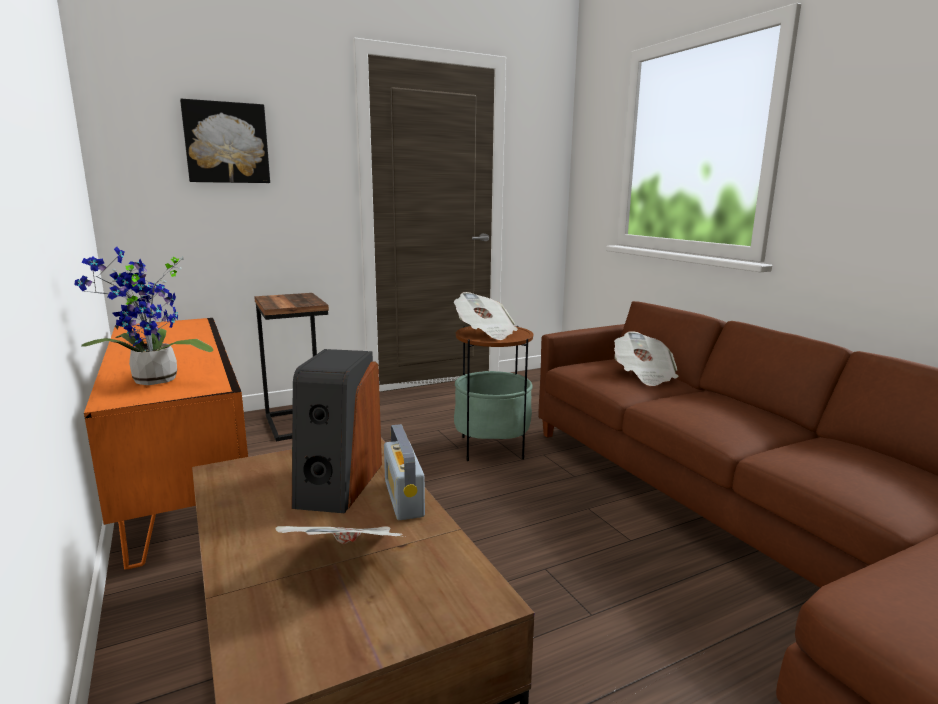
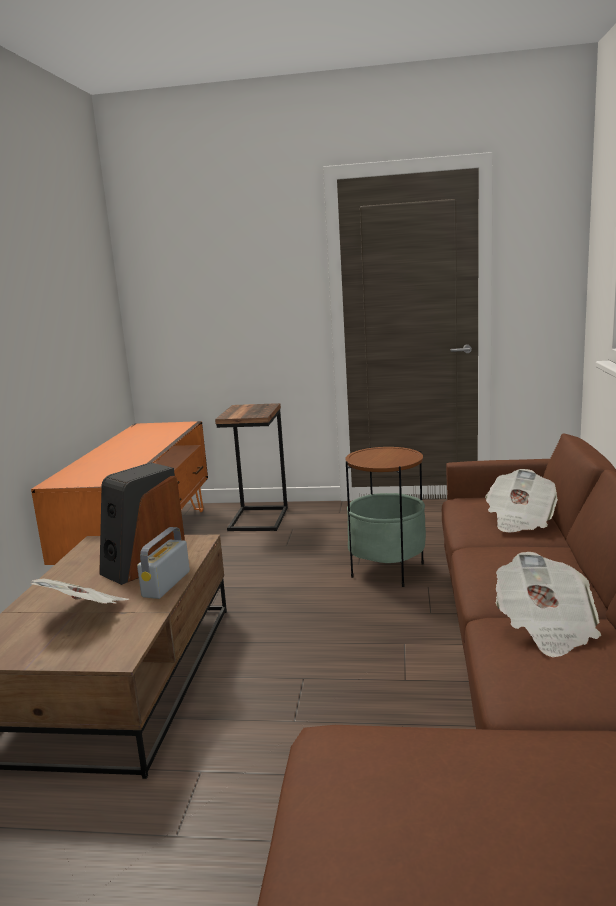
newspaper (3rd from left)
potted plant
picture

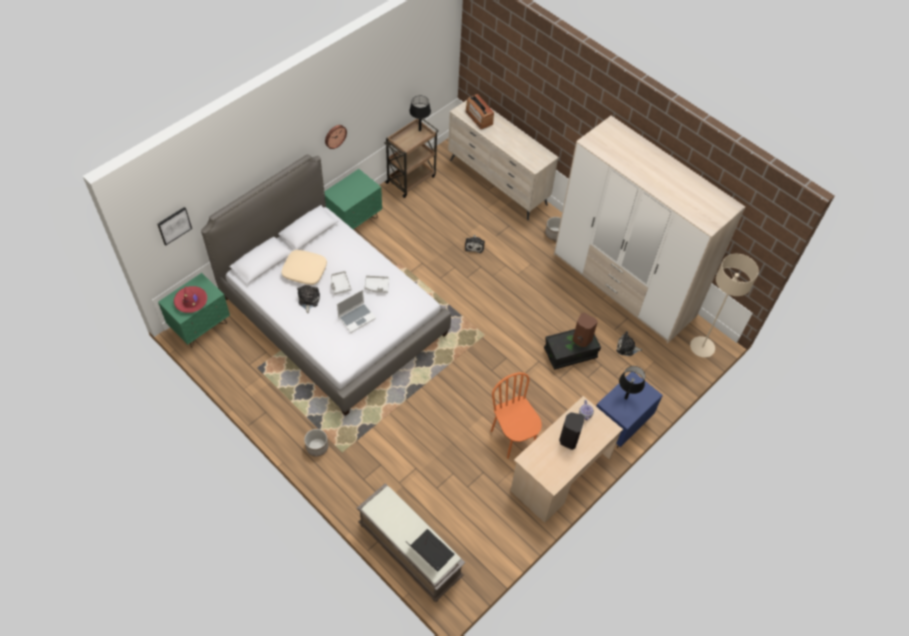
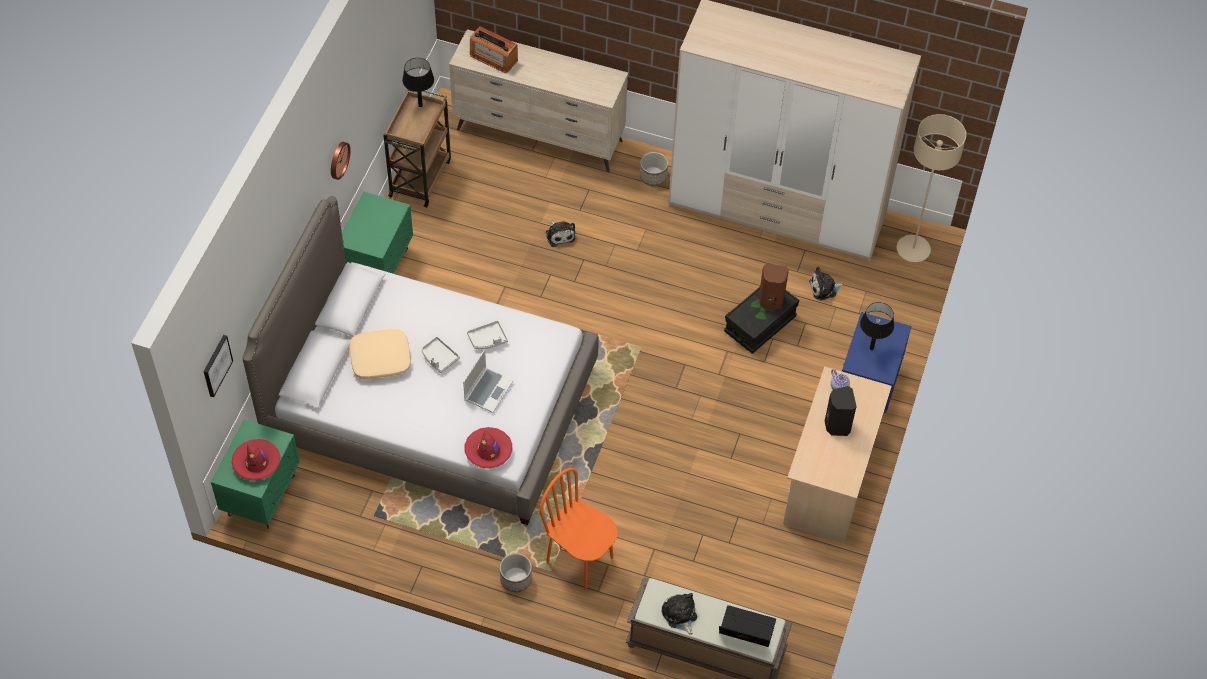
hat (red) (2nd from left)
chair (orange)
plush toy (2nd from left)

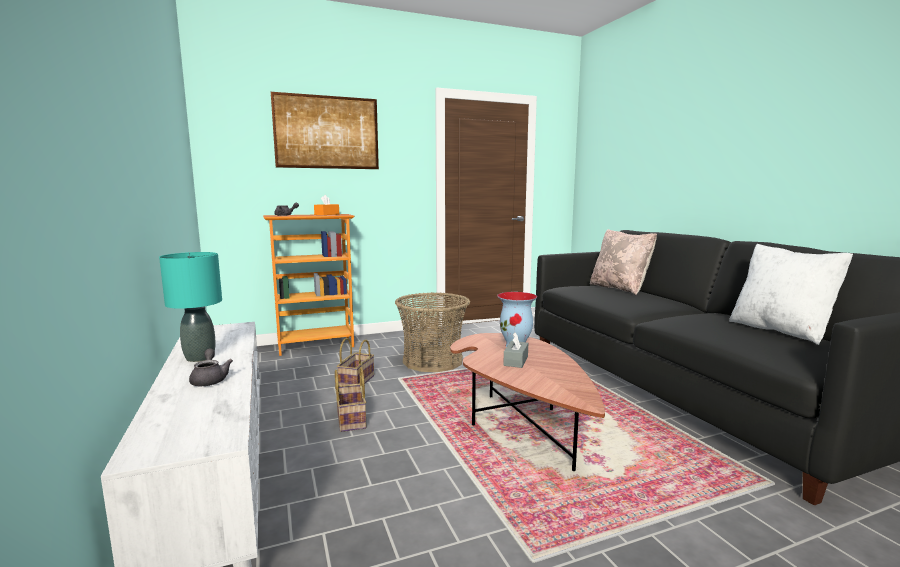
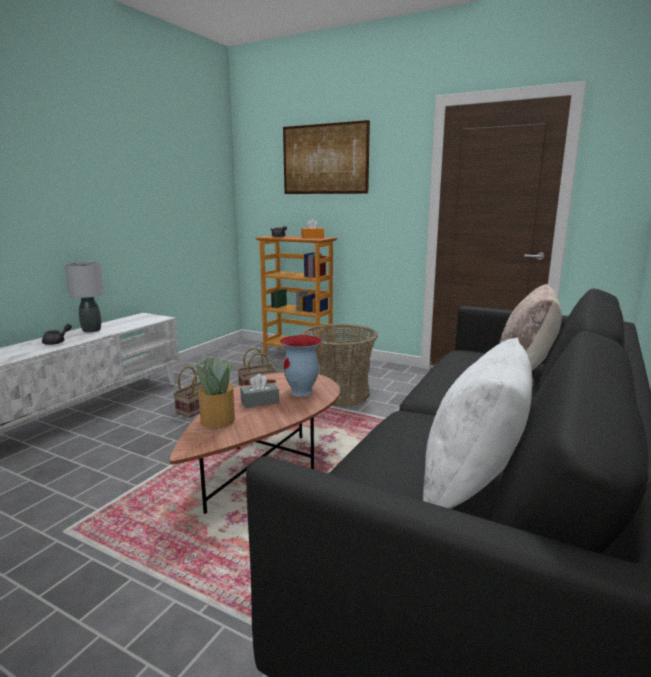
table lamp (grey)
potted plant

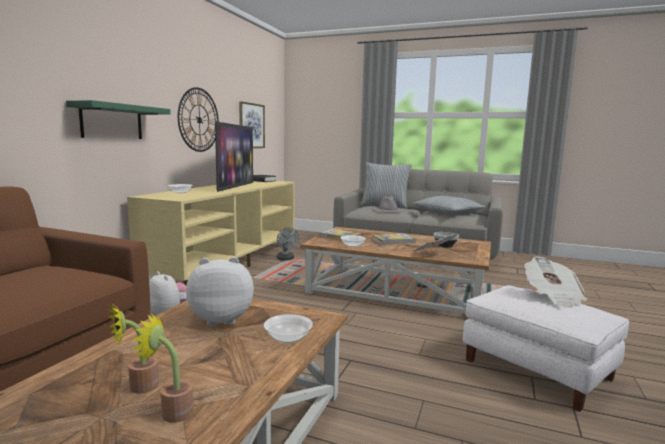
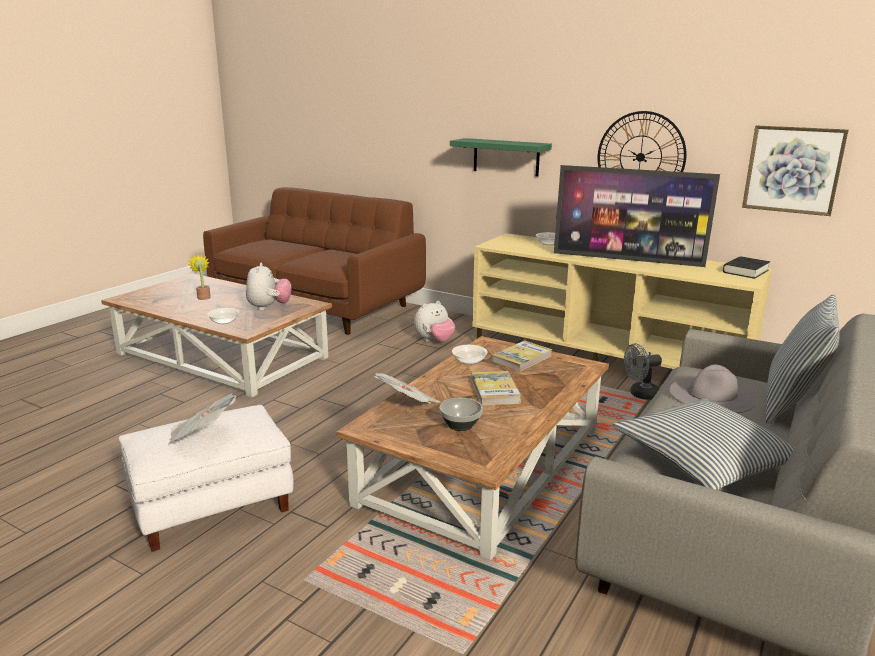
potted plant (2nd from left in the first image)

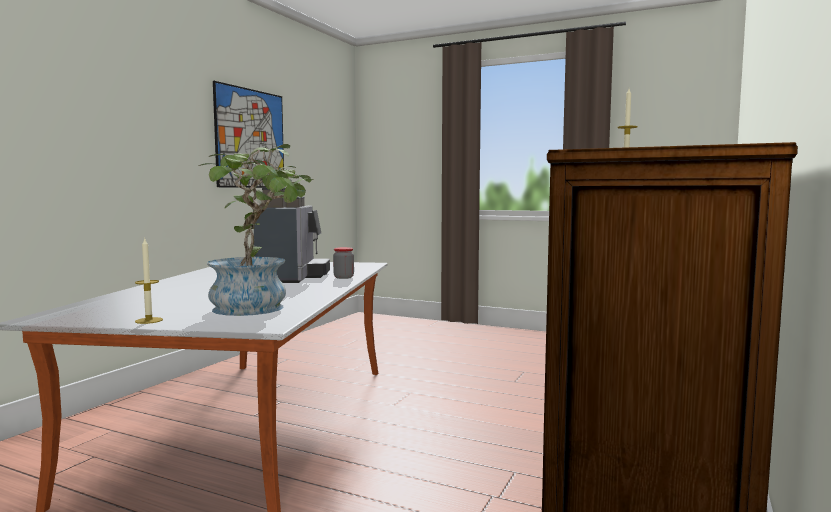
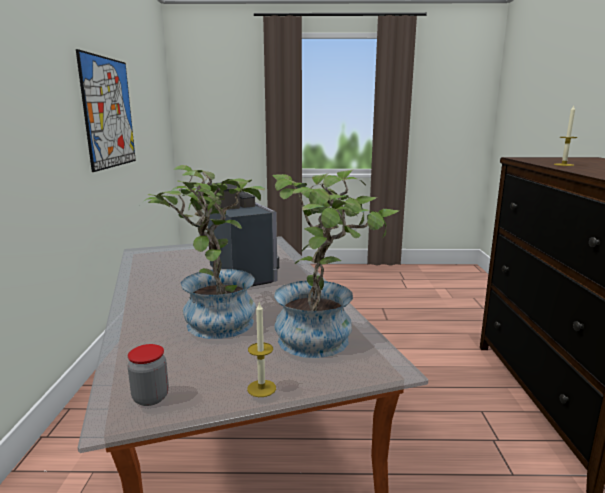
jar
potted plant (1st from left)

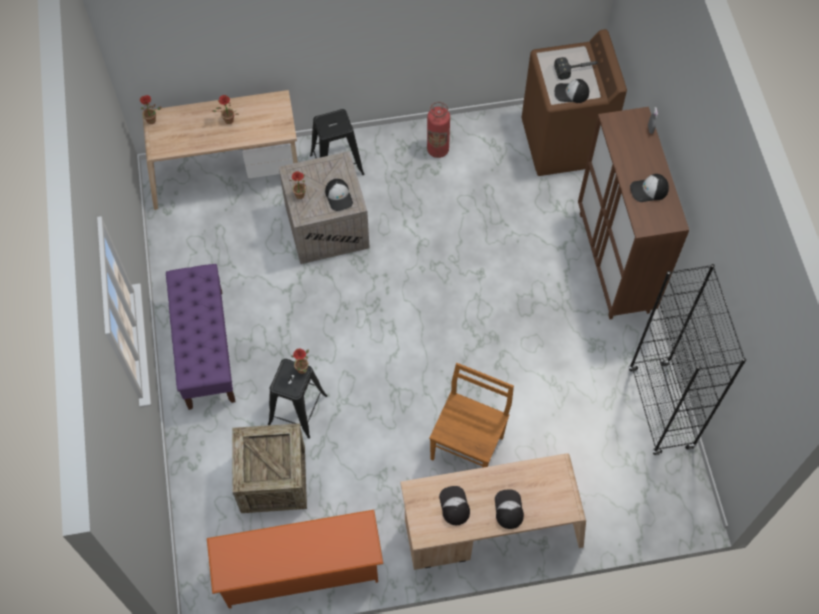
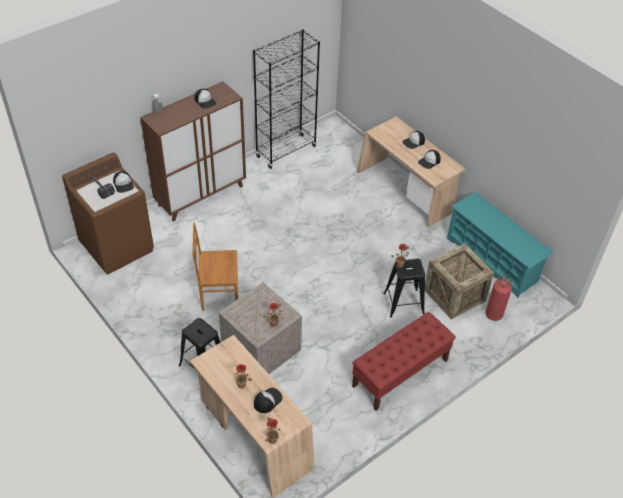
chair (brown)
cap (3rd from left)
bench (red)
shoe rack (turquoise)
fire extinguisher

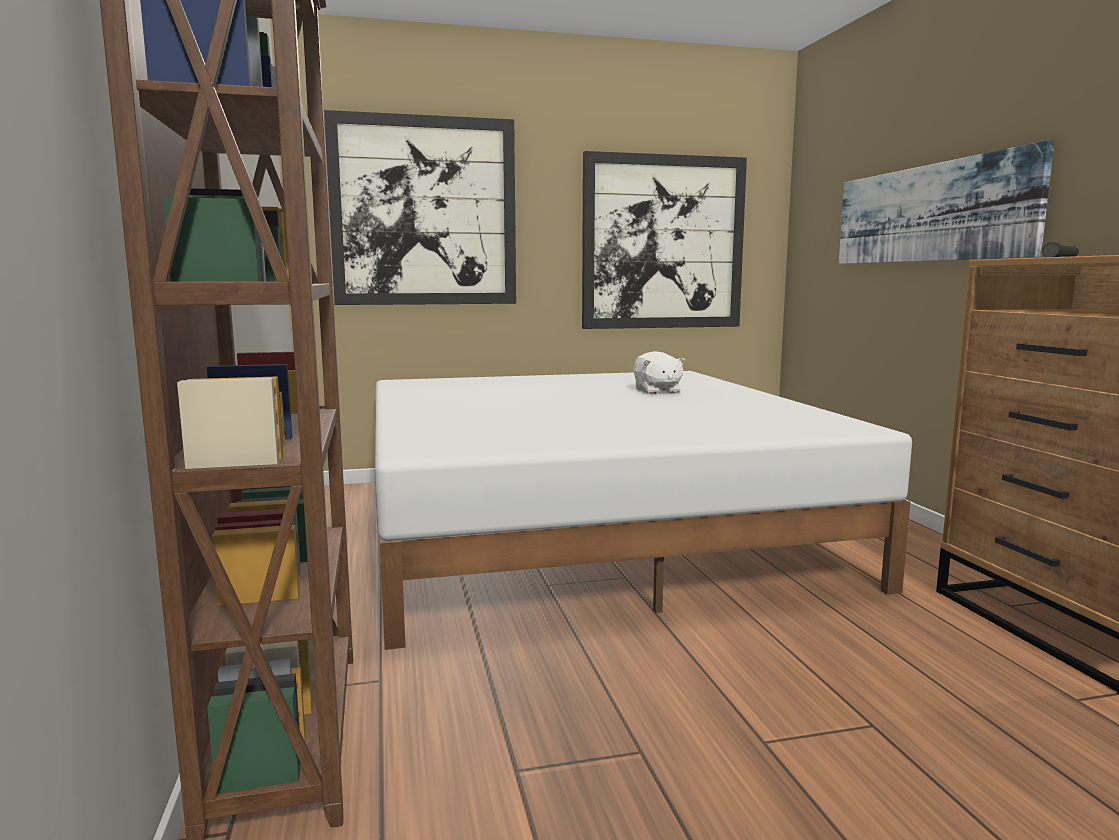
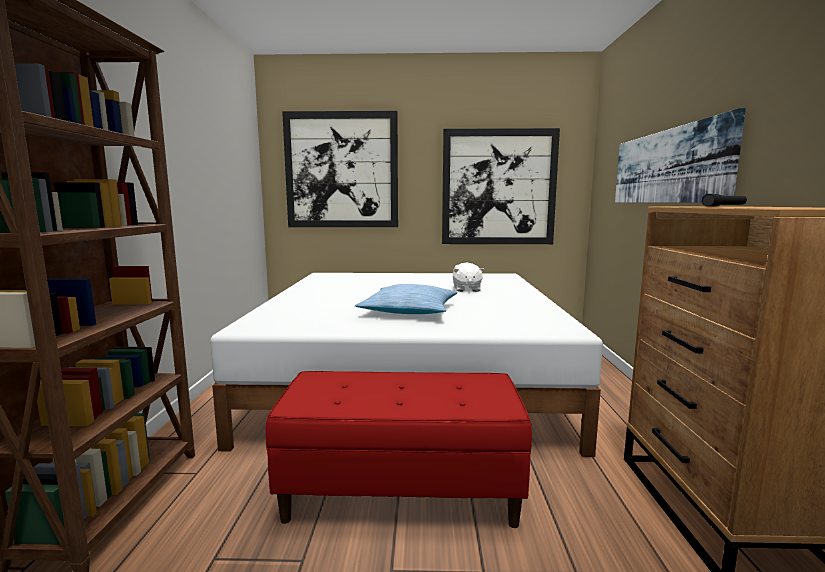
bench (red)
pillow

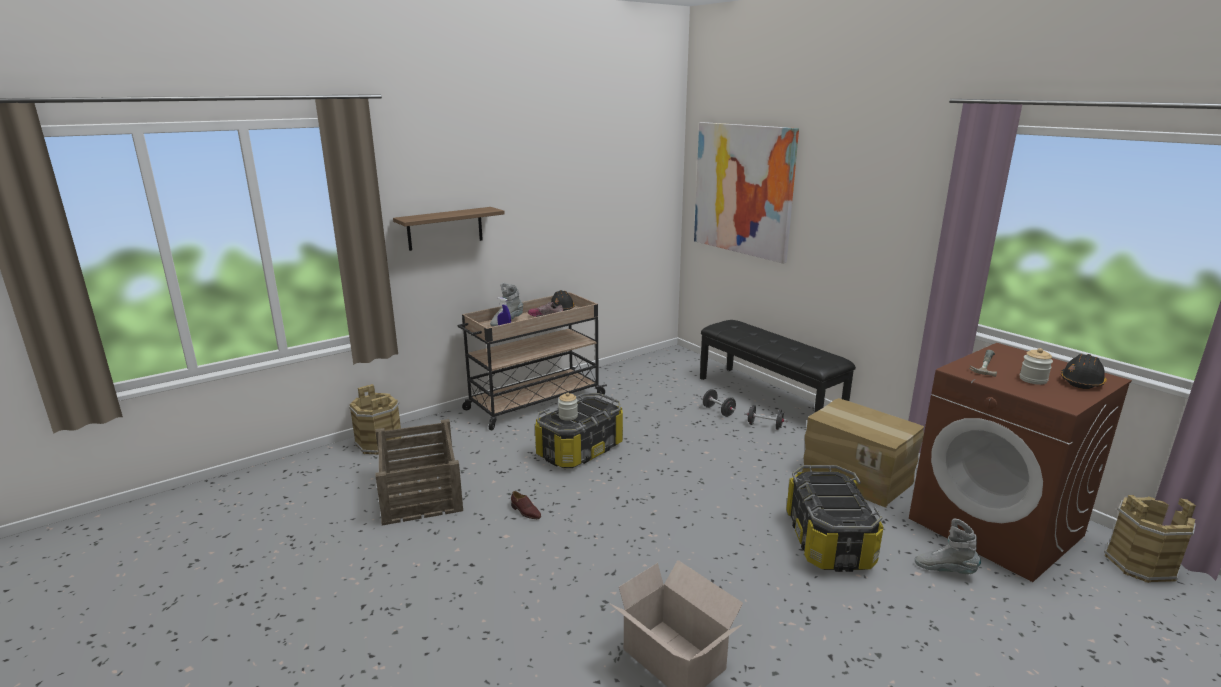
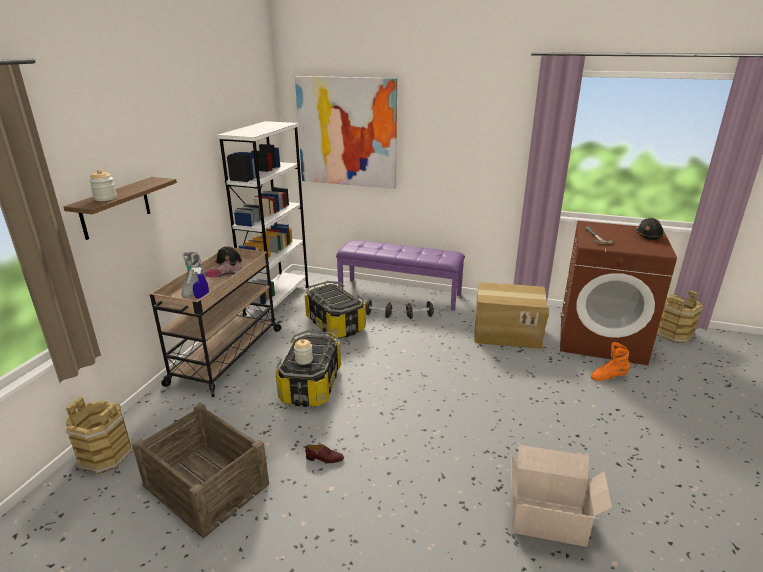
jar (1st from left)
bookcase (white)
storage box (2nd from left)
bench (purple)
boot (orange)

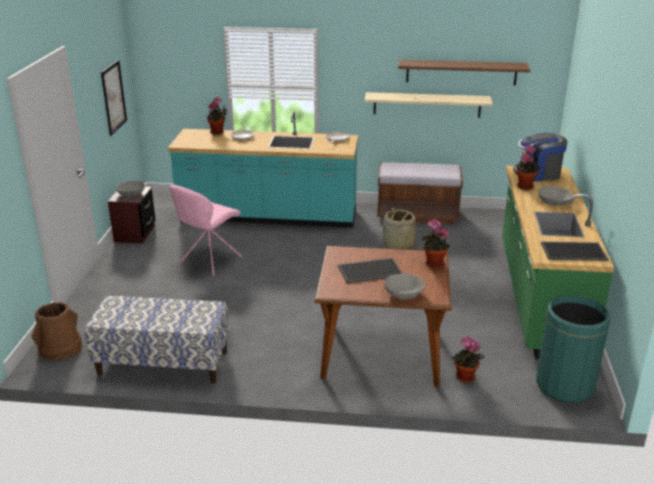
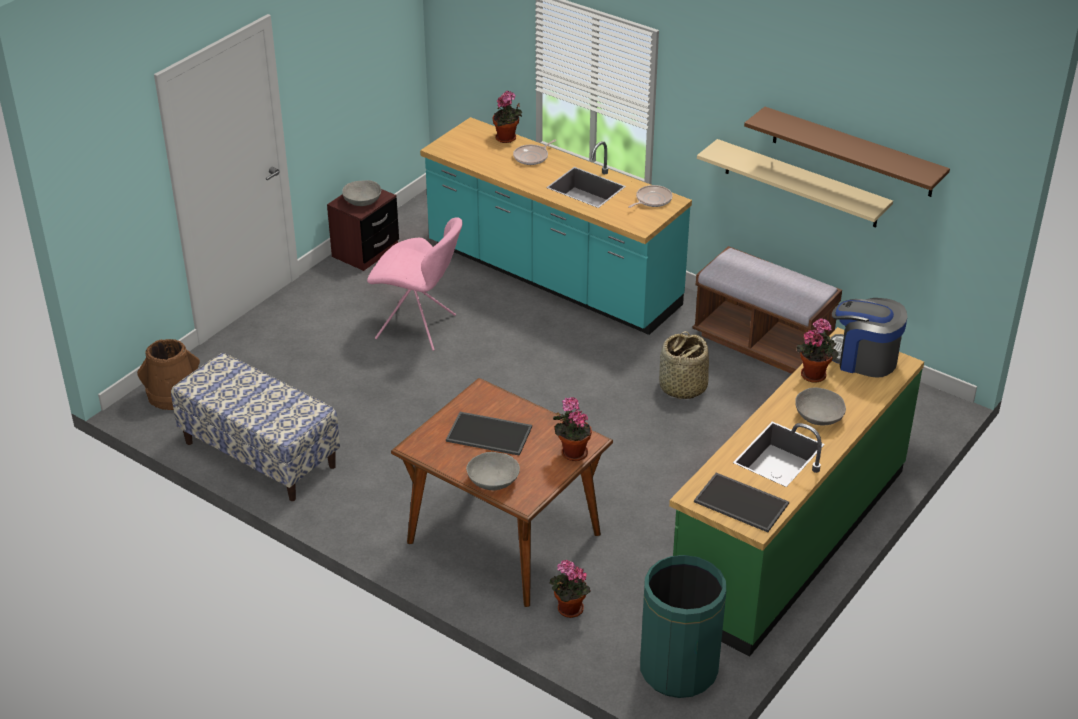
chair (pink)
picture

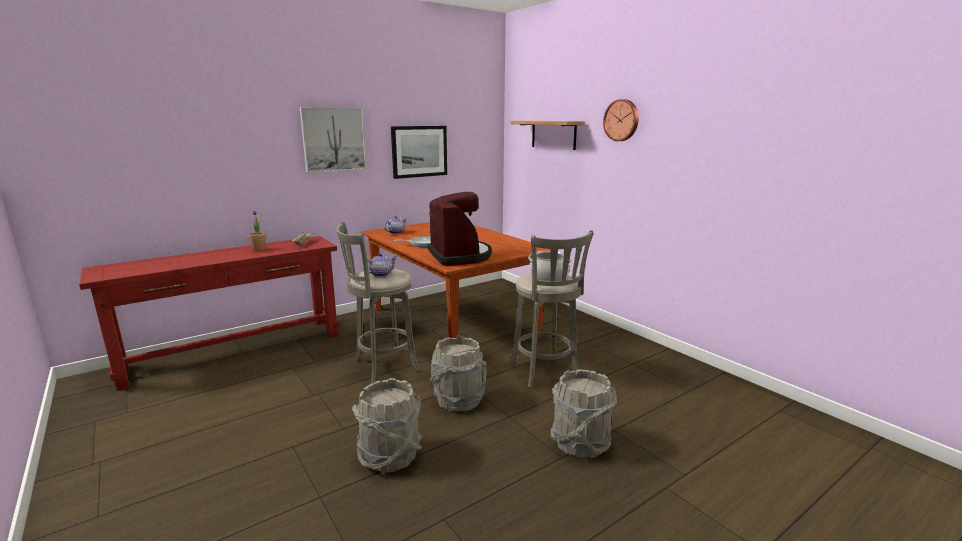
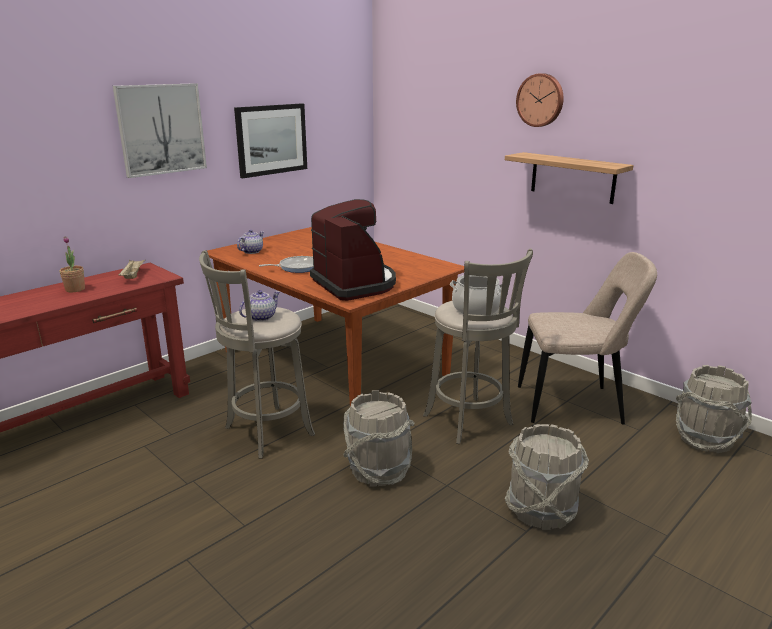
shelf
chair (beige)
bucket (grey) (3rd from left)

